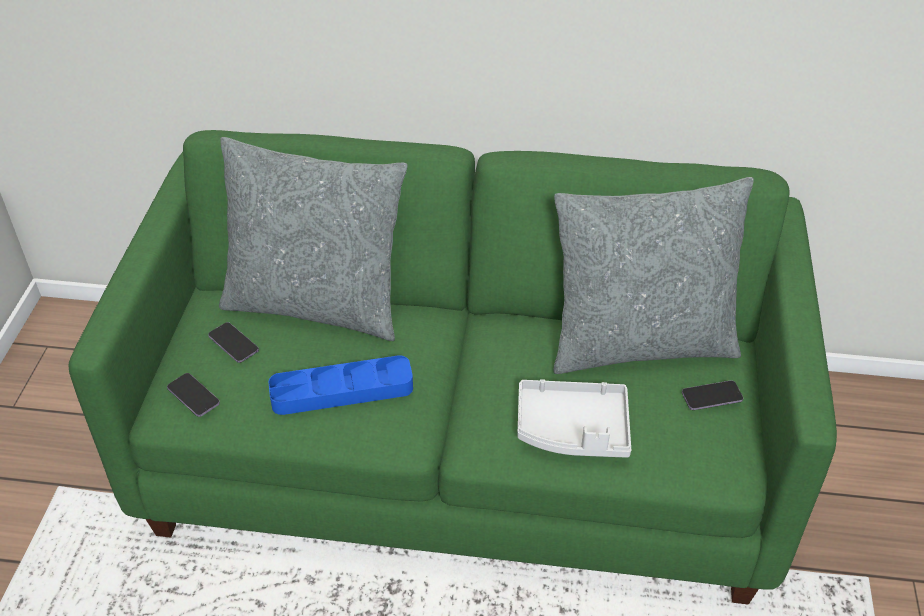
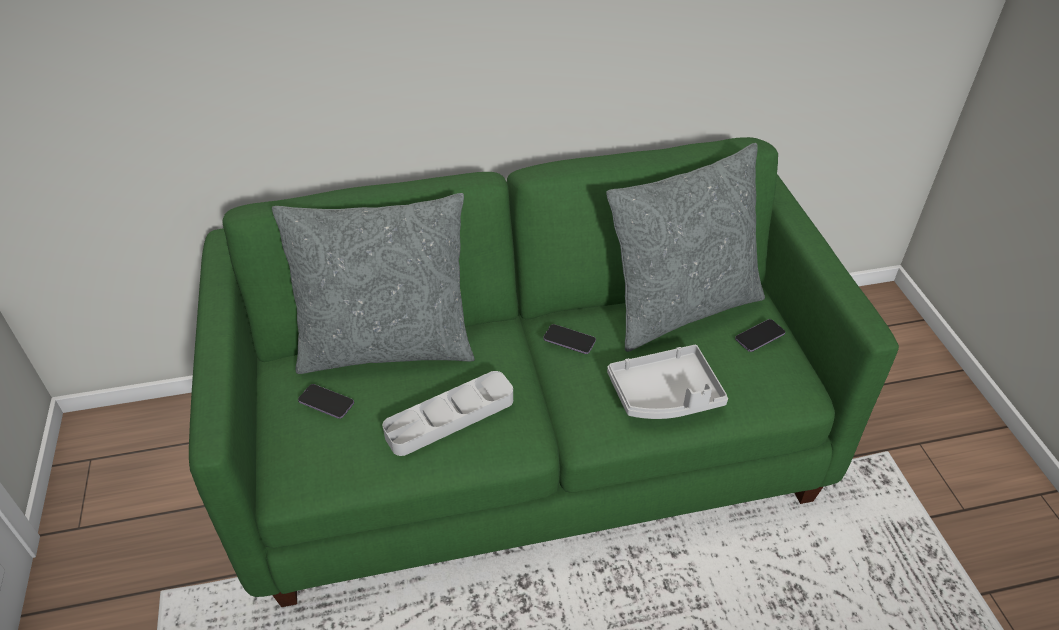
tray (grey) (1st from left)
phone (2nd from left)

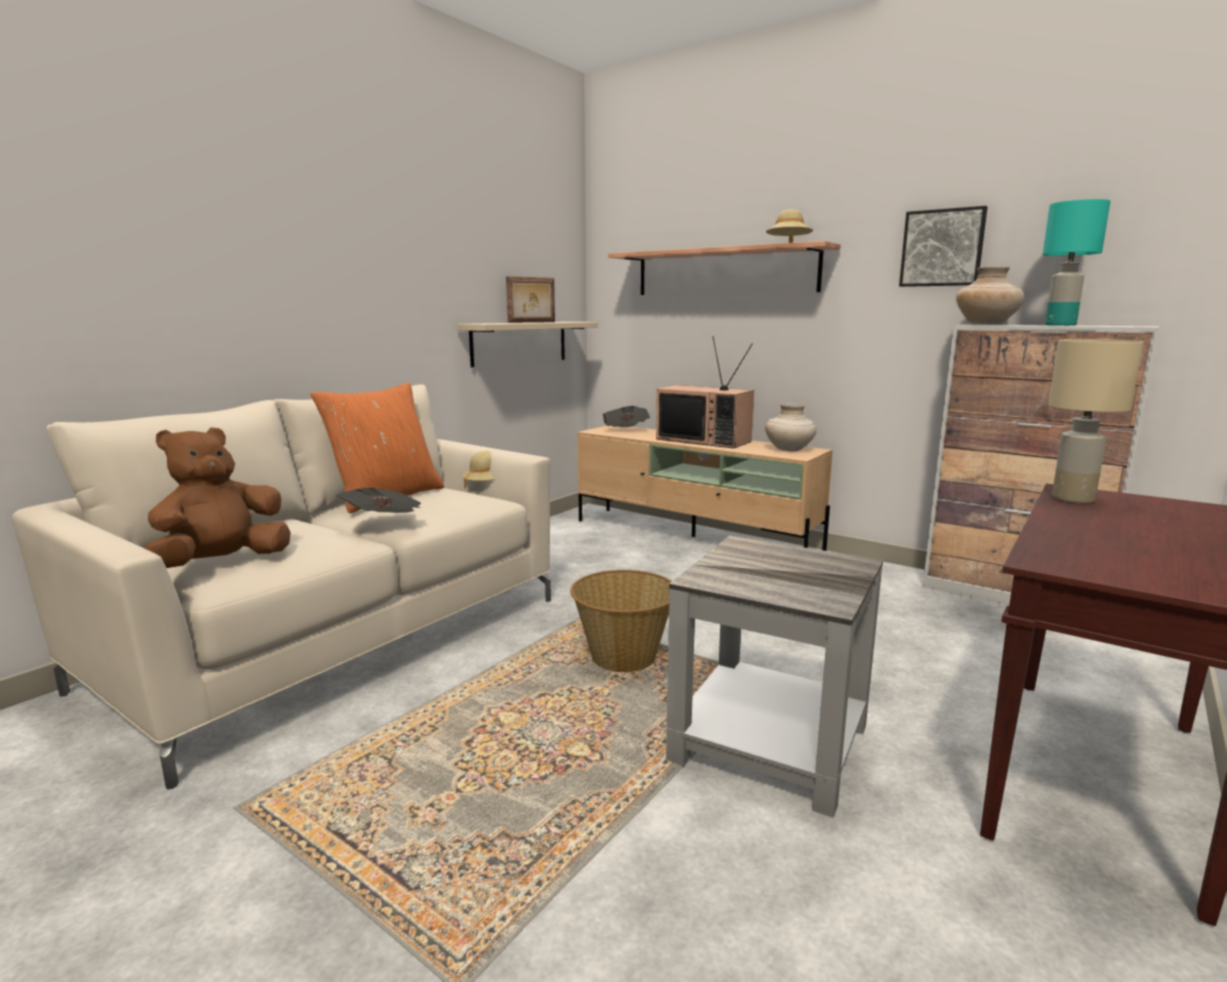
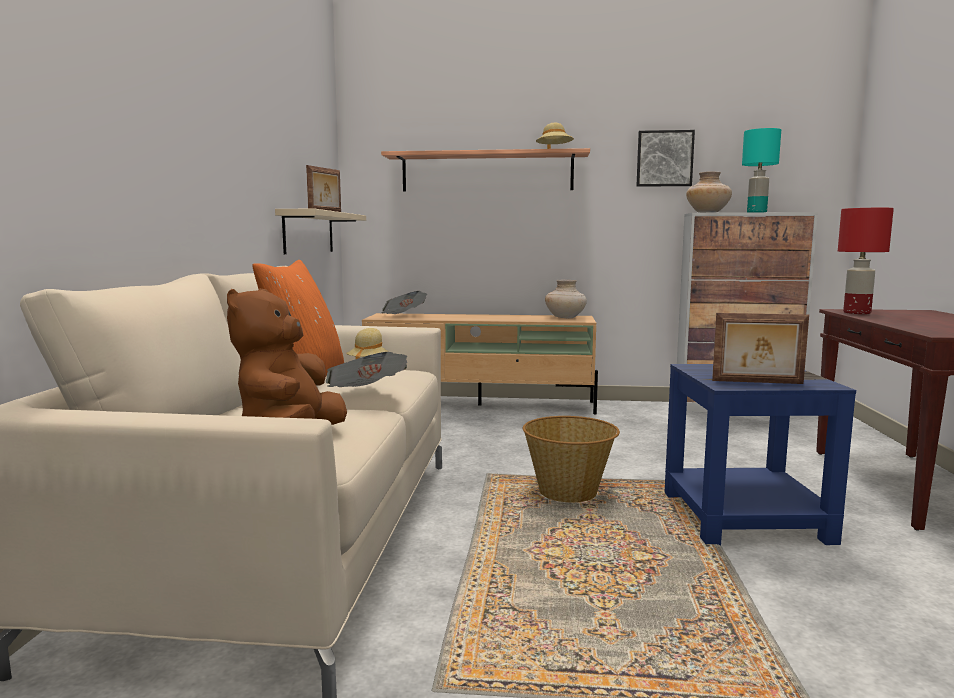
side table (blue)
picture frame (2nd from left)
table lamp (red)
television

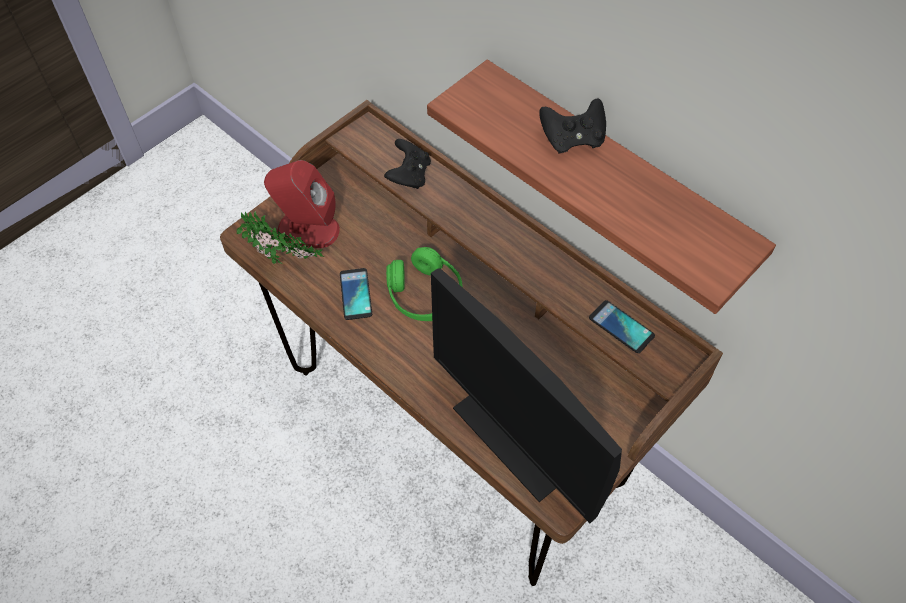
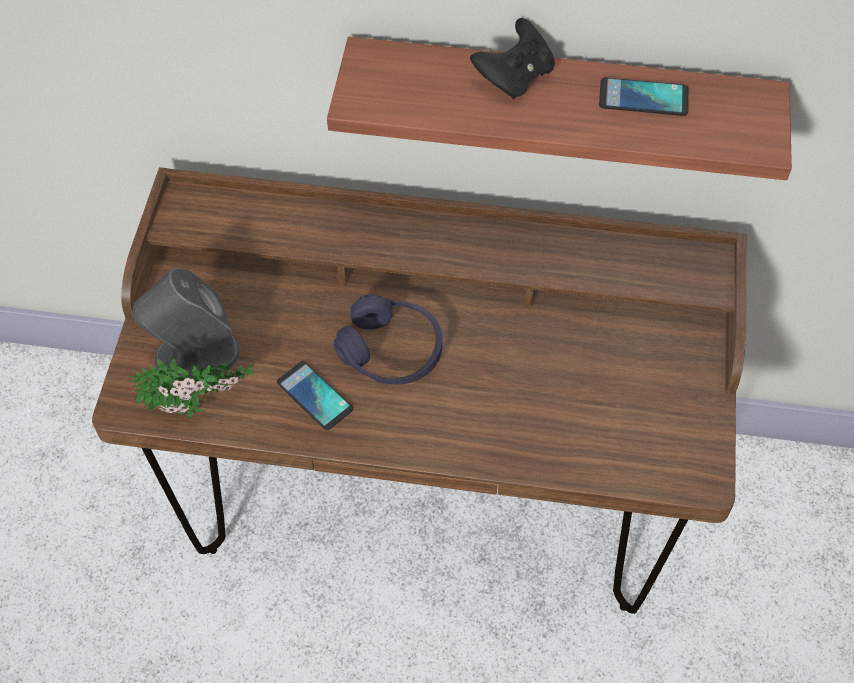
speaker (grey)
headphones (purple)
phone (2nd from left)
game controller (black) (1st from left in the first image)
monitor

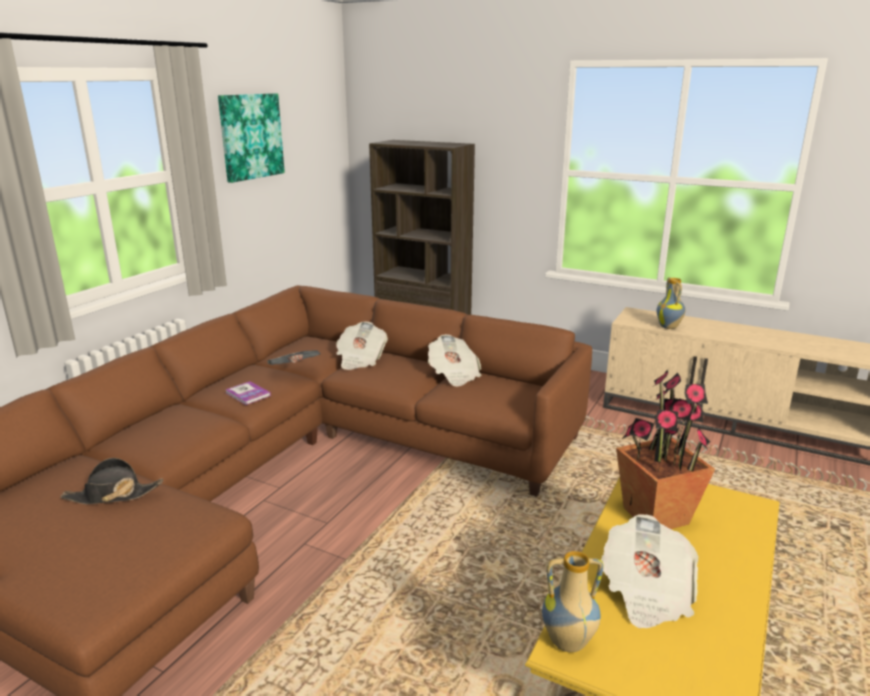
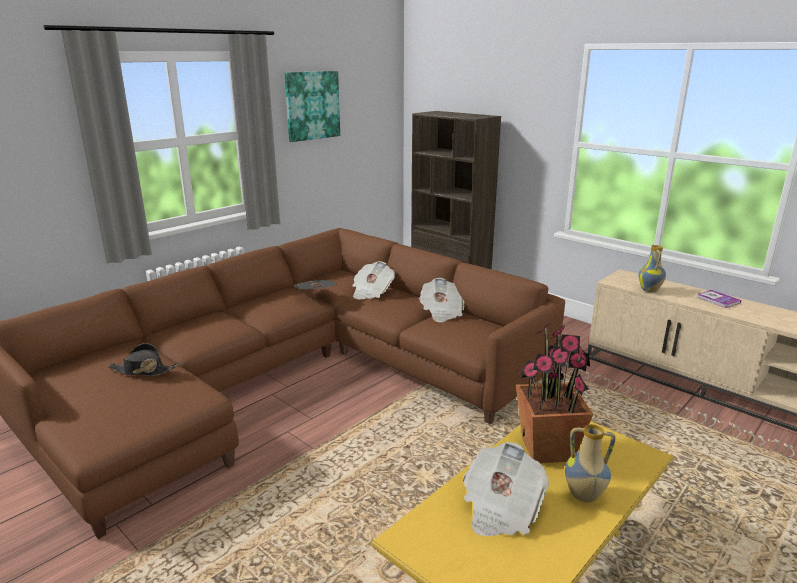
vase (1st from left)
book

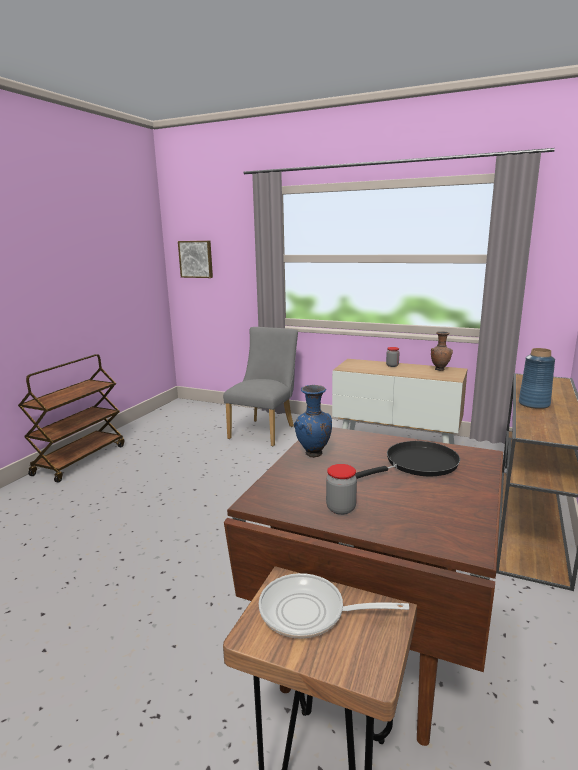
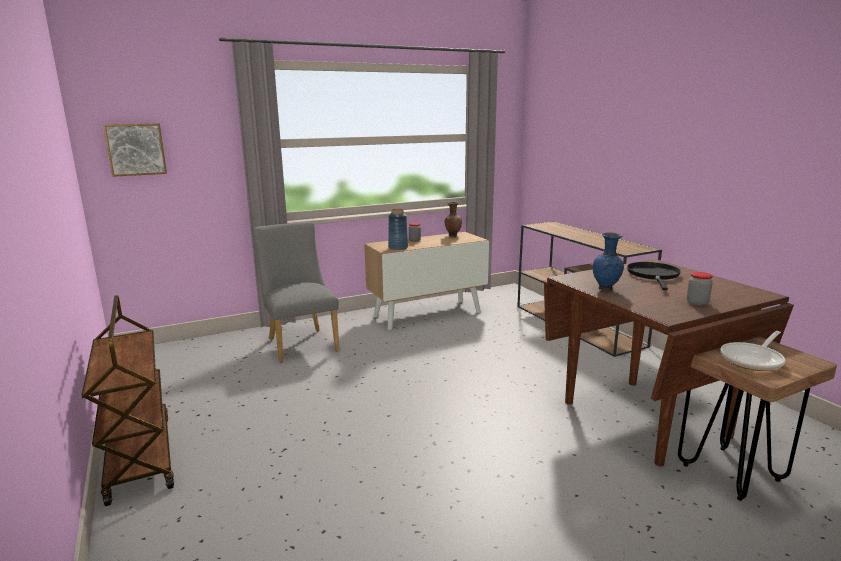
vase (blue) (1st from left)

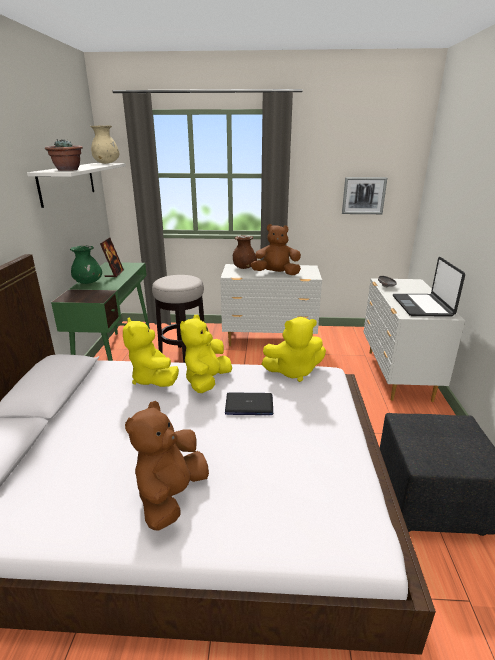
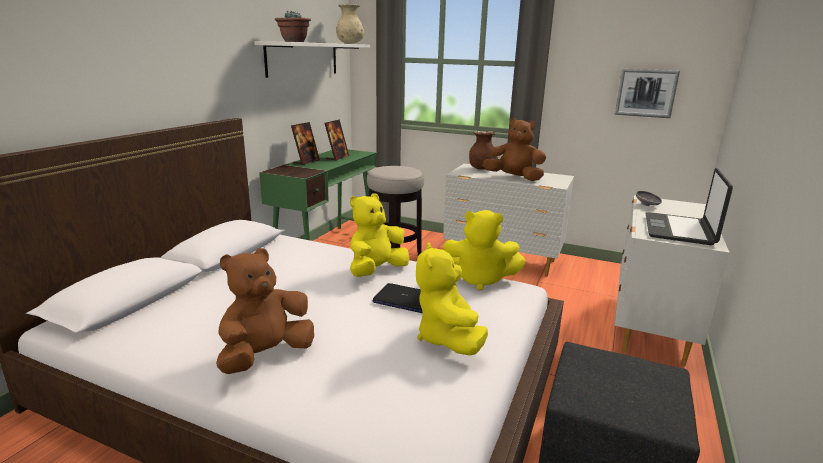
picture frame (1st from left)
plush toy (yellow) (2nd from left)

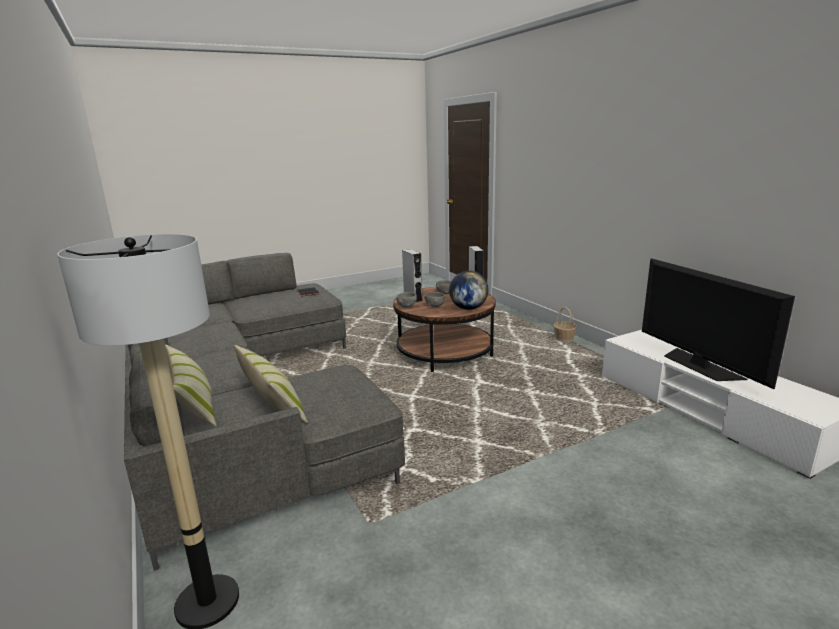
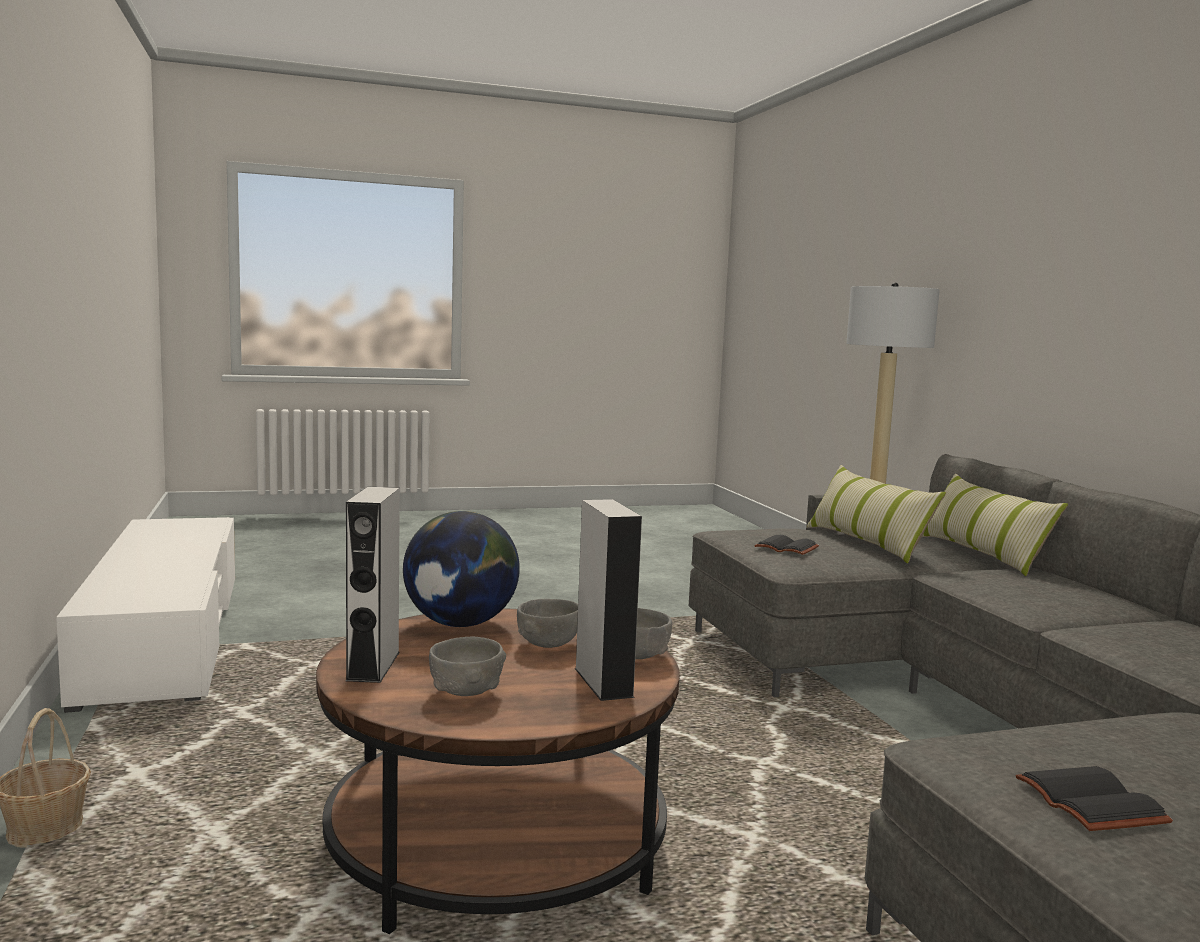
book (black) (1st from left)
television

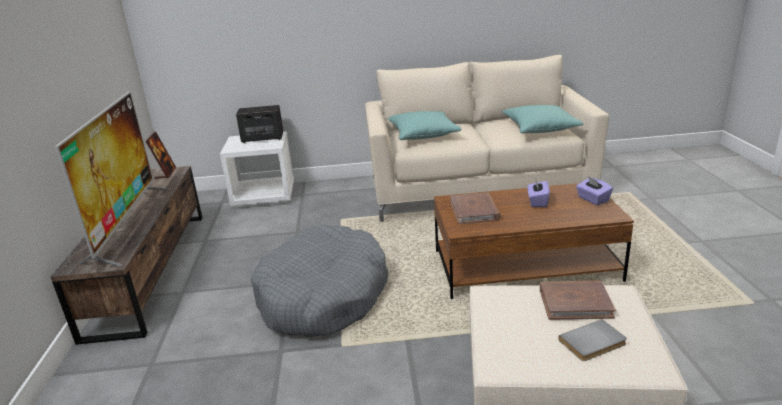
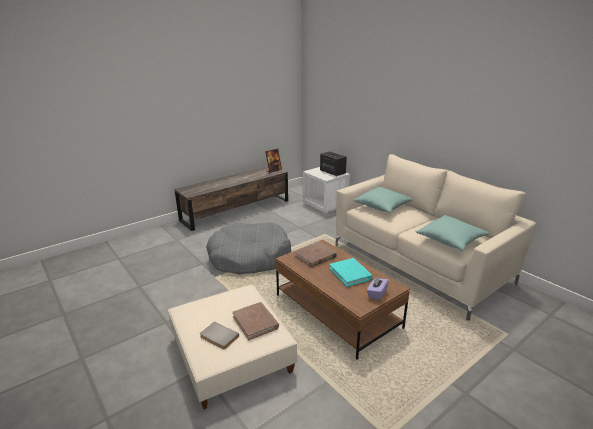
book (turquoise)
television

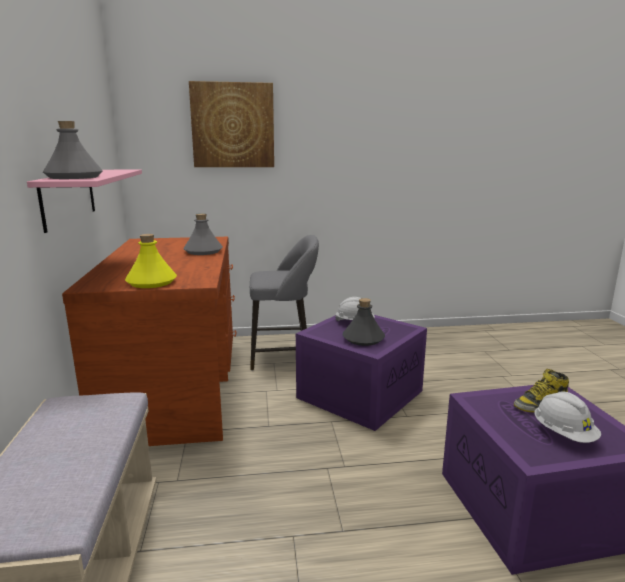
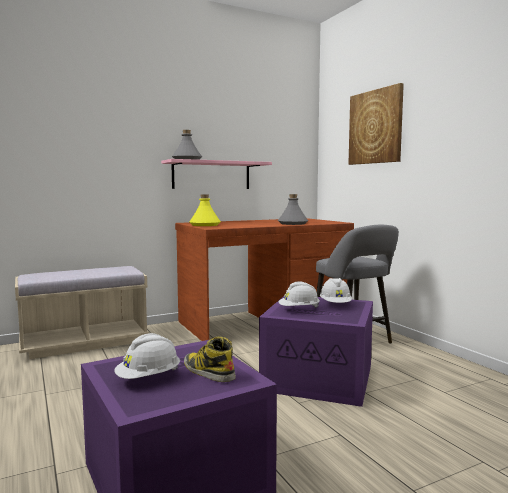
hard hat (white) (2nd from left)

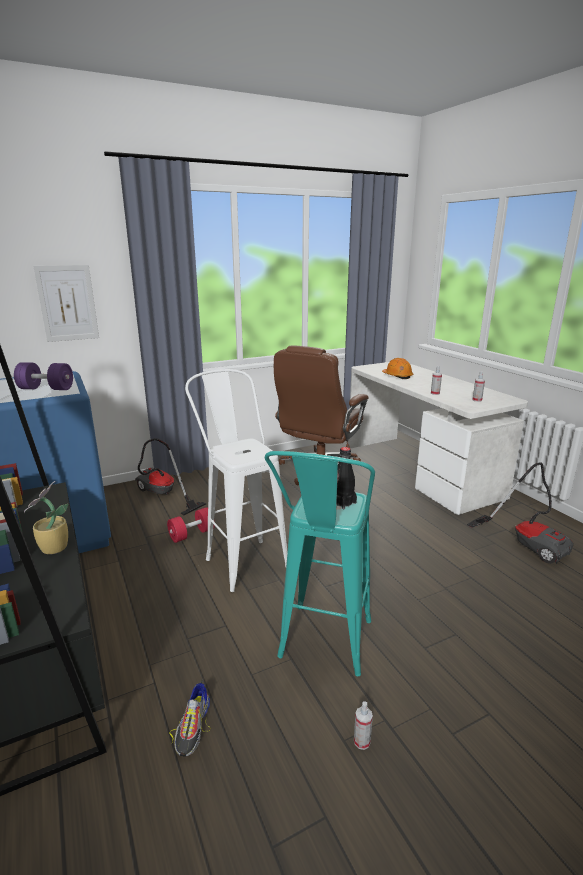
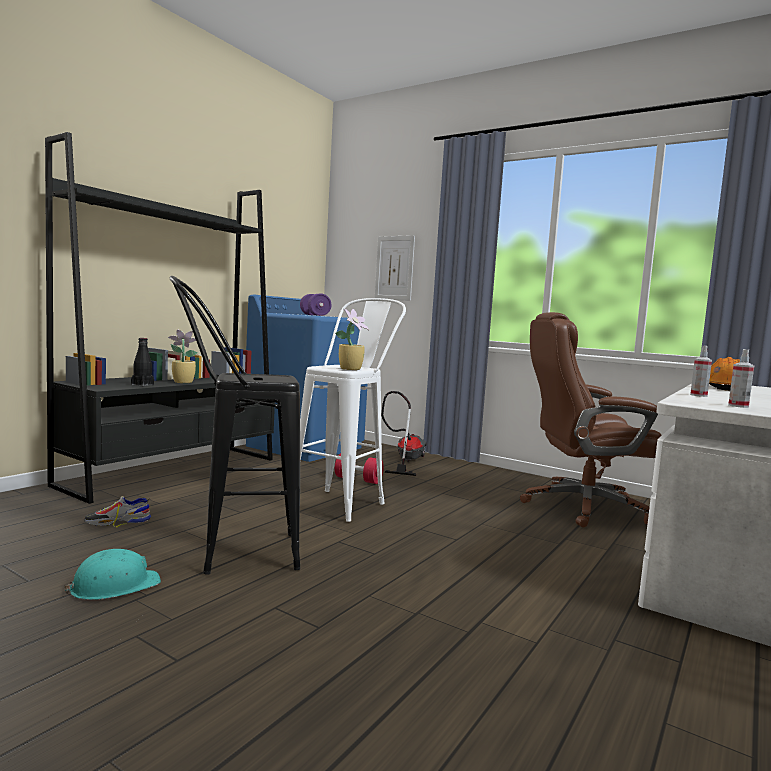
hard hat (turquoise)
bottle (black)
stool (black)
potted plant (2nd from left)
vacuum cleaner (2nd from left in the first image)

